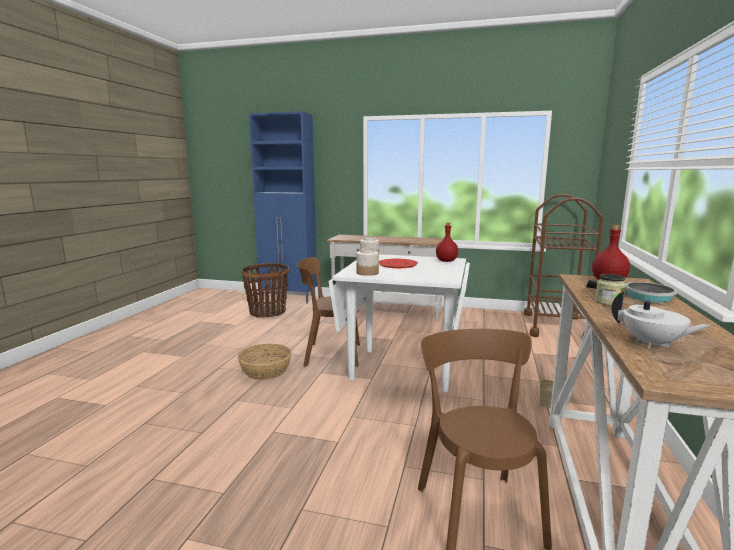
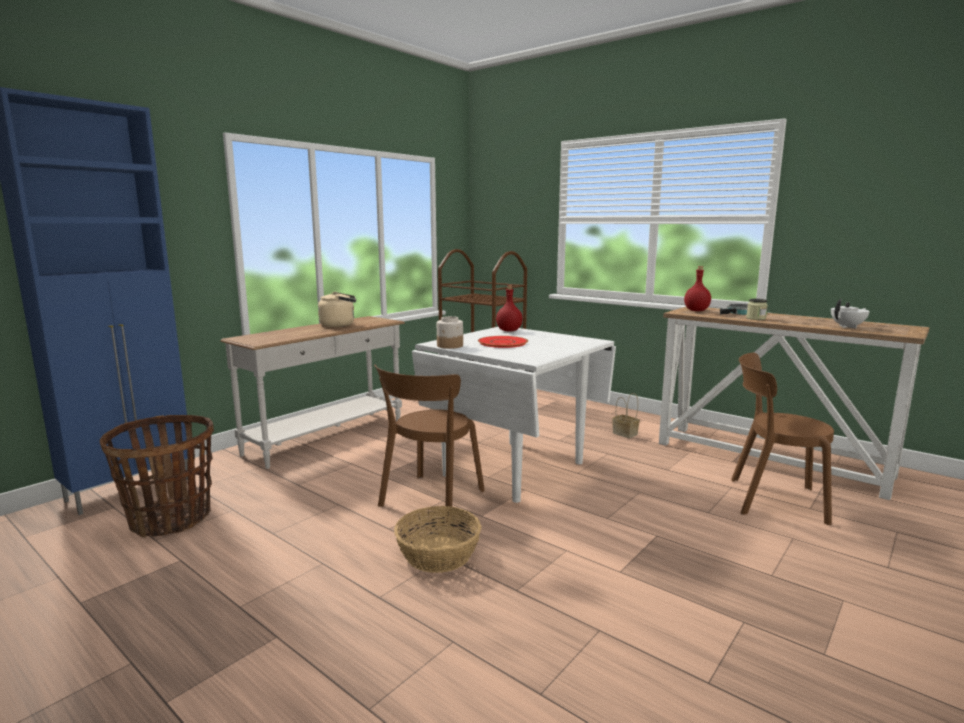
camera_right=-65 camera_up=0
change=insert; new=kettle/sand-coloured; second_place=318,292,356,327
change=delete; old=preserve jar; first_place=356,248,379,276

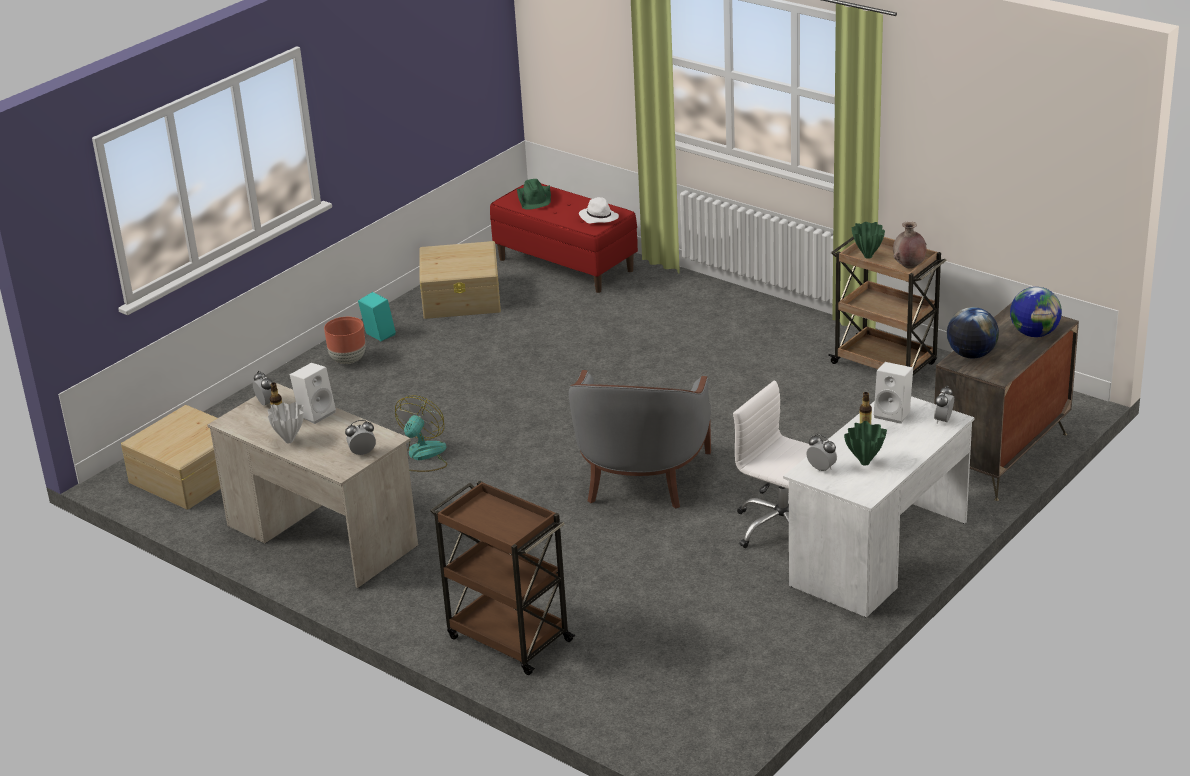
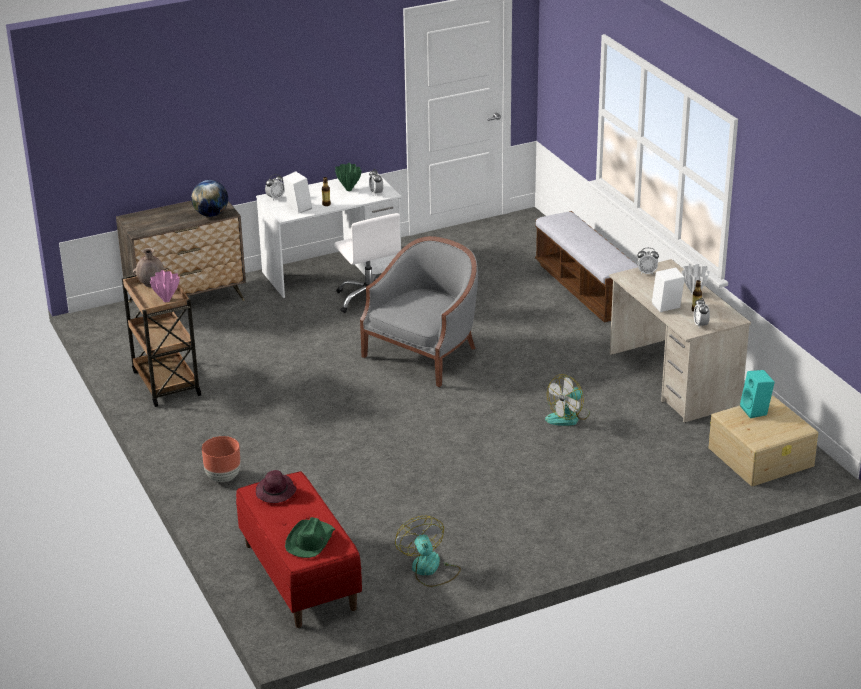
camera_right=-155 camera_up=0
change=recolor; old=decorative vase/green-coloured; new=decorative vase/pink-coloured; first_place=852,222,885,259; second_place=150,270,180,302
change=move; old=planter/brown; first_place=324,317,366,364; second_place=202,436,241,482
change=recolor; old=hat/white; new=hat/purple-coloured; first_place=579,197,619,223; second_place=256,470,296,503
change=replace; old=storage bin/sand-coloured; new=electric fan; first_place=419,241,501,319; second_place=395,516,461,587
change=replace; old=trolley/brown; new=long seat; first_place=430,481,576,675; second_place=535,211,638,322
change=move; old=speaker/blue-green; first_place=358,292,396,341; second_place=740,370,775,418
change=delete; old=desk globe; first_place=1010,287,1062,337

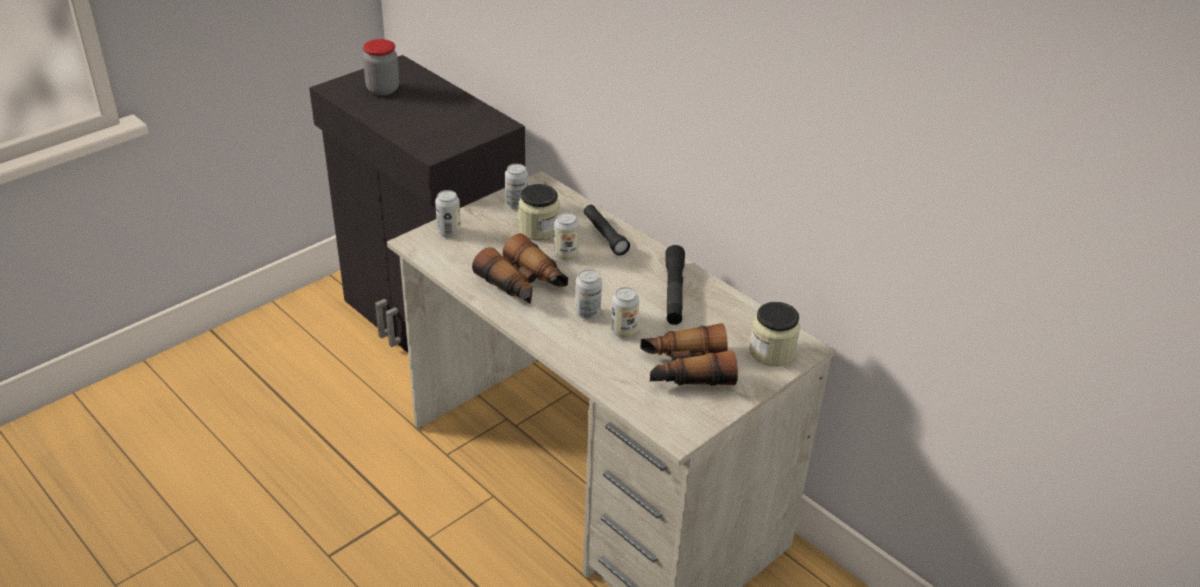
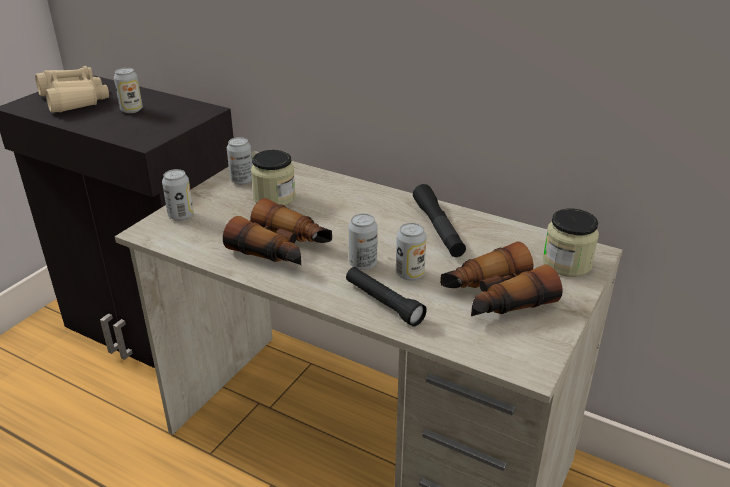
camera_right=-15 camera_up=-5
change=replace; old=preserve jar; new=field glasses/sand-coloured; first_place=363,39,399,96; second_place=35,66,109,112
change=move; old=metal can; first_place=554,213,579,260; second_place=114,68,143,113
change=move; old=hand torch/black-coloured; first_place=584,205,630,256; second_place=346,267,427,327

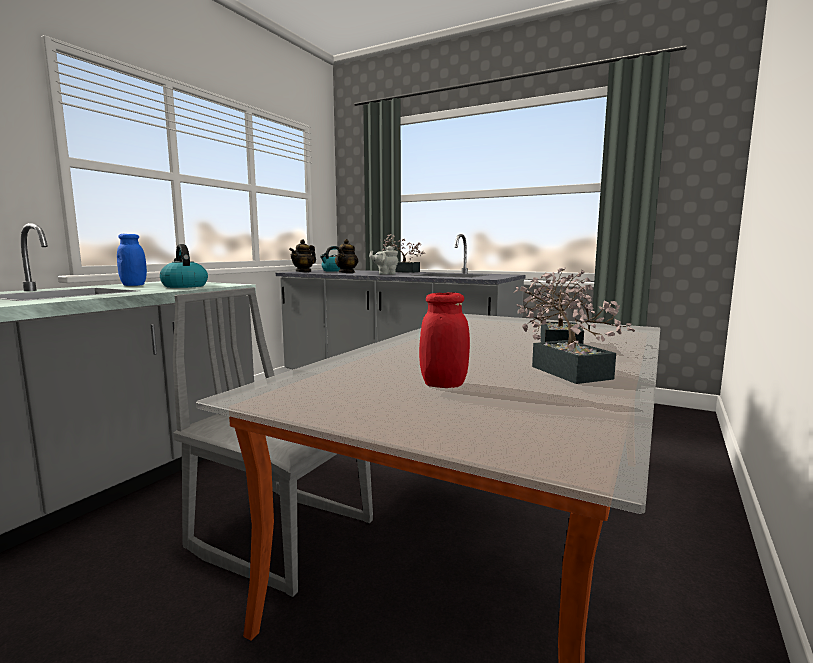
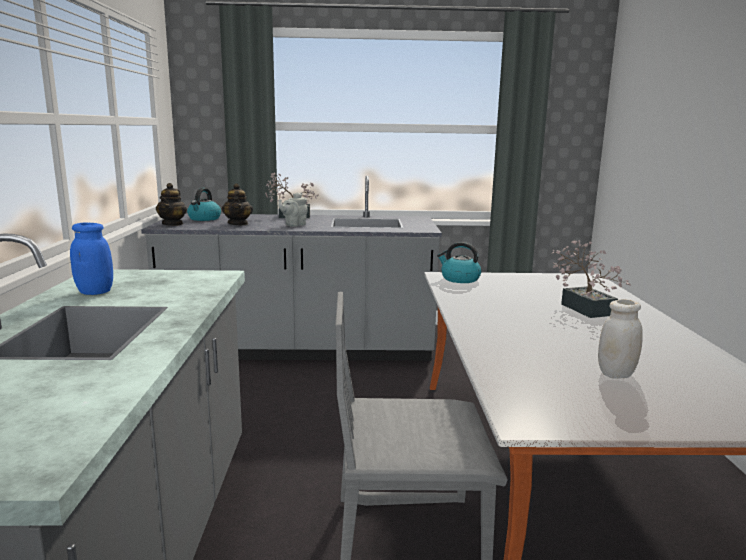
camera_right=-30 camera_up=5
change=move; old=kettle; first_place=160,244,208,288; second_place=437,242,482,283
change=recolor; old=preserve jar/red-coloured; new=preserve jar/white; first_place=419,292,470,388; second_place=598,299,643,379
change=delete; old=plant in a pot; first_place=514,272,635,384

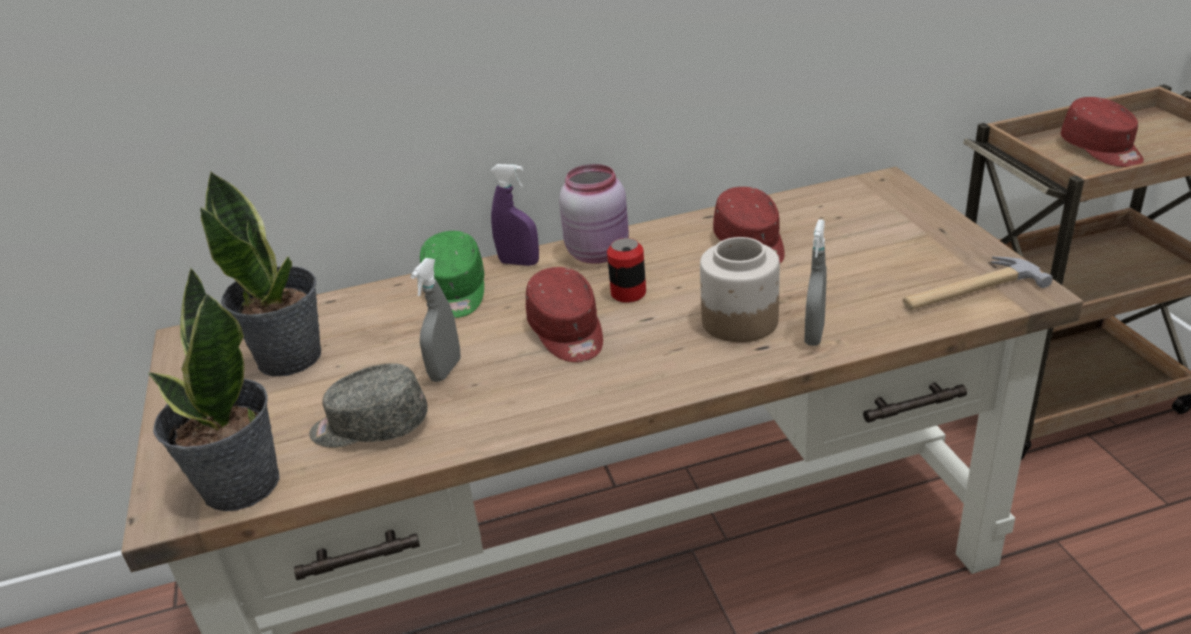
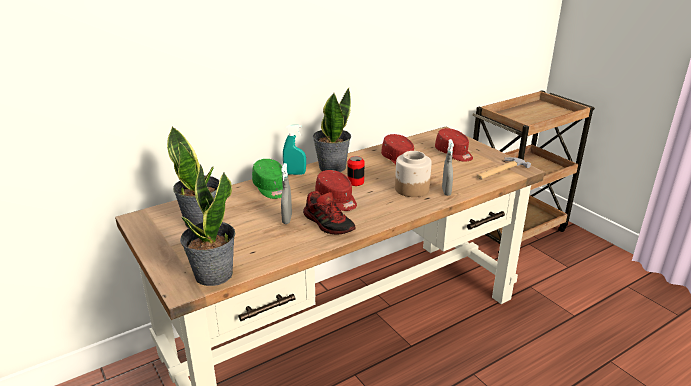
camera_right=-20 camera_up=-5
change=recolor; old=spray bottle/purple-coloured; new=spray bottle/blue-green; first_place=490,164,539,266; second_place=283,125,306,175
change=insert; new=item of footwear; second_place=303,191,356,235
change=replace; old=preserve jar/pink-coloured; new=plant in a pot; first_place=559,164,629,264; second_place=313,88,351,172
change=move; old=baseball cap/red-coloured; first_place=1061,97,1144,167; second_place=435,128,473,162
change=delete; old=baseball cap/grey; first_place=309,363,428,448

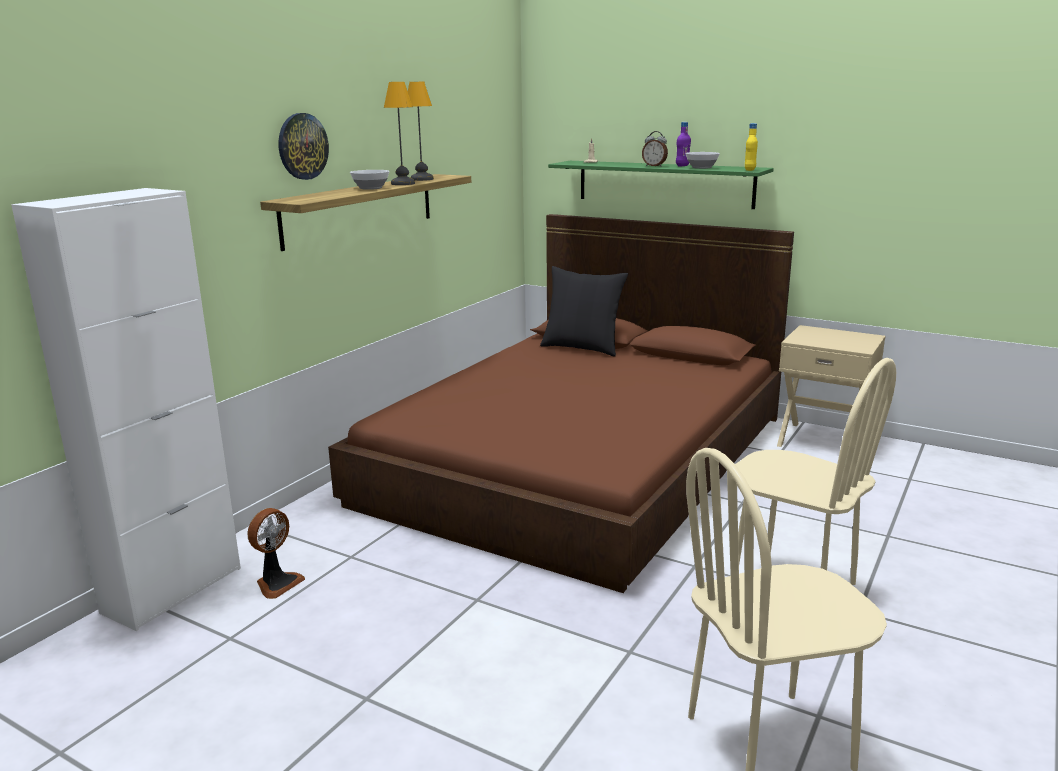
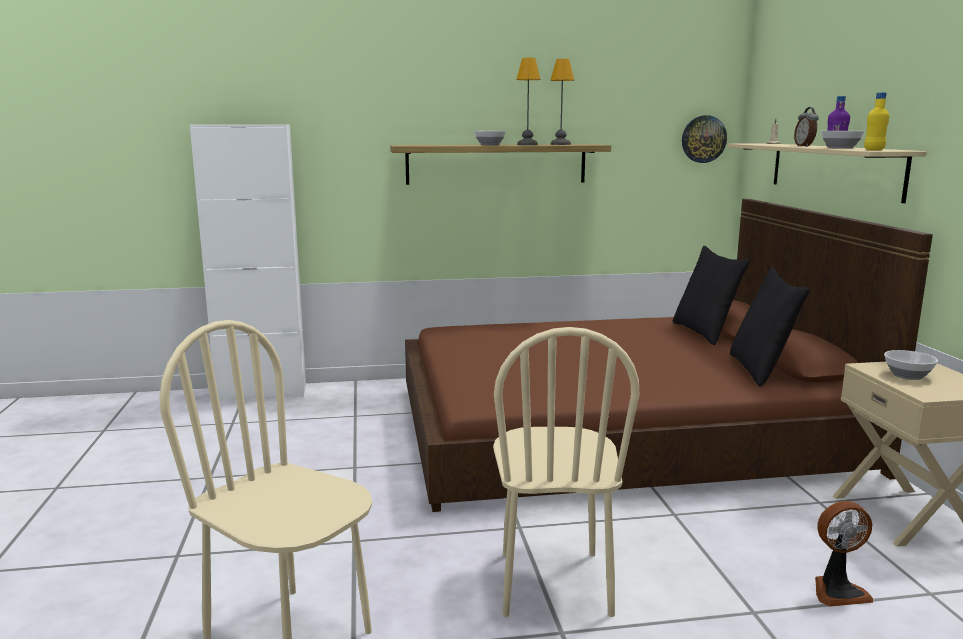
camera_right=50 camera_up=-5
change=move; old=hanging clock; first_place=278,113,329,180; second_place=682,115,727,163
change=recolor; old=shelf/green-coloured; new=shelf/sand-coloured; first_place=548,161,774,209; second_place=728,143,927,203
change=insert; new=pillow/black-coloured; second_place=730,268,810,387
change=move; old=electric fan; first_place=247,508,305,599; second_place=815,501,873,607
change=insert; new=bowl; second_place=884,350,938,380

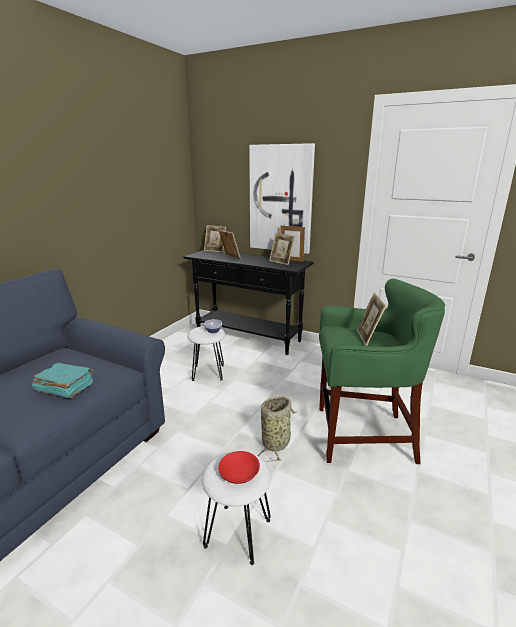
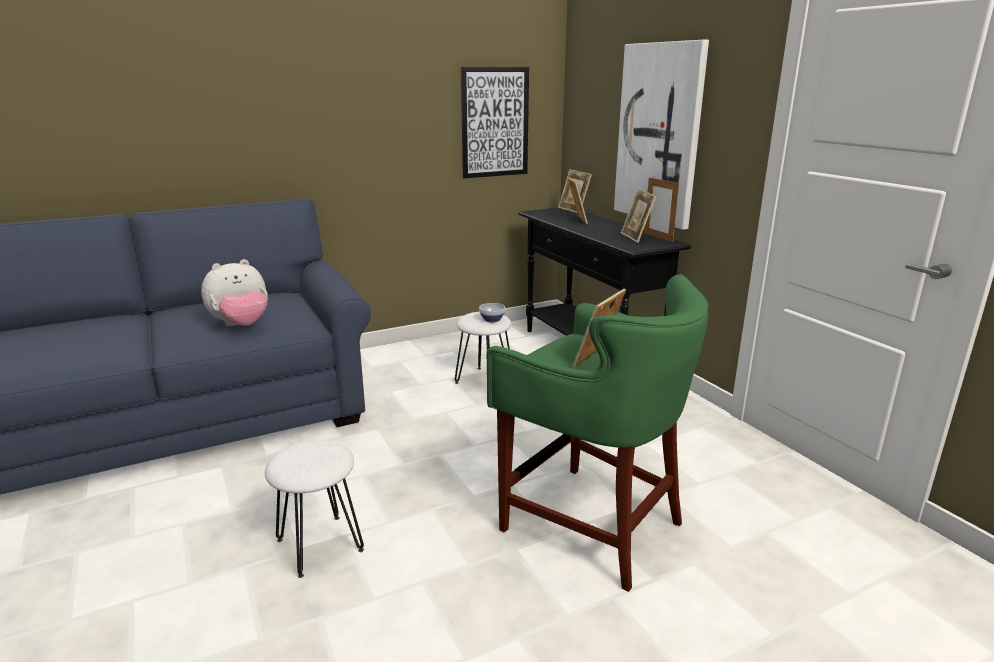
camera_right=35 camera_up=0
change=replace; old=bound book/blue-green; new=soft toy; first_place=32,363,94,398; second_place=201,259,268,326
change=insert; new=picture; second_place=461,67,529,178
change=delete; old=bowl/red-coloured; first_place=218,451,260,484
change=delete; old=storage basket; first_place=258,396,296,462

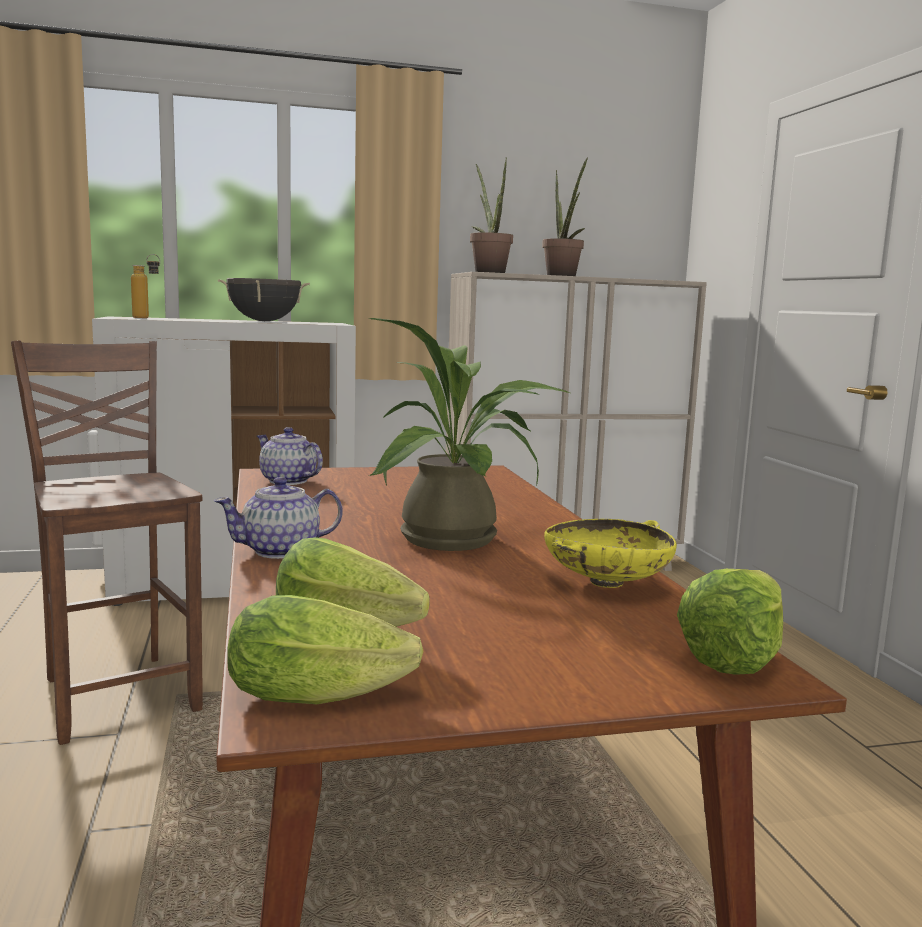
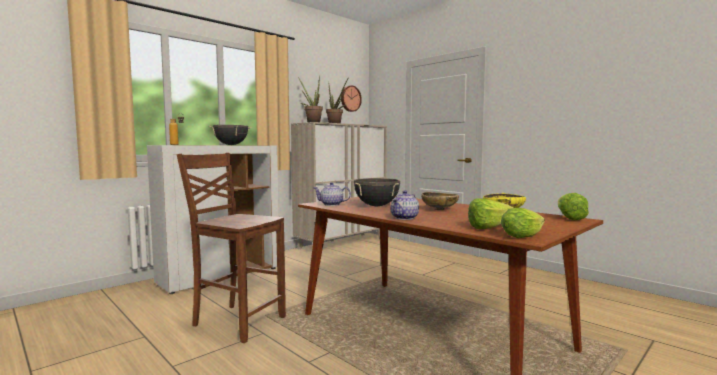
camera_right=-30 camera_up=-5
change=insert; new=hanging clock; second_place=341,85,362,112
change=insert; new=saucepot/black-coloured; second_place=354,178,400,206
change=replace; old=plant in a pot; new=bowl/sand-coloured; first_place=368,318,570,551; second_place=421,192,459,210

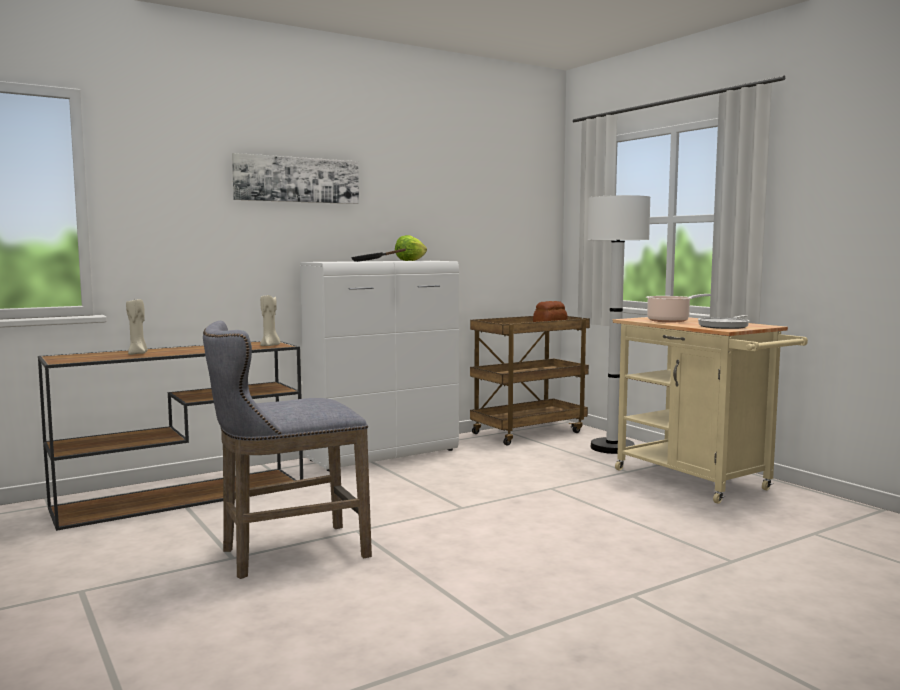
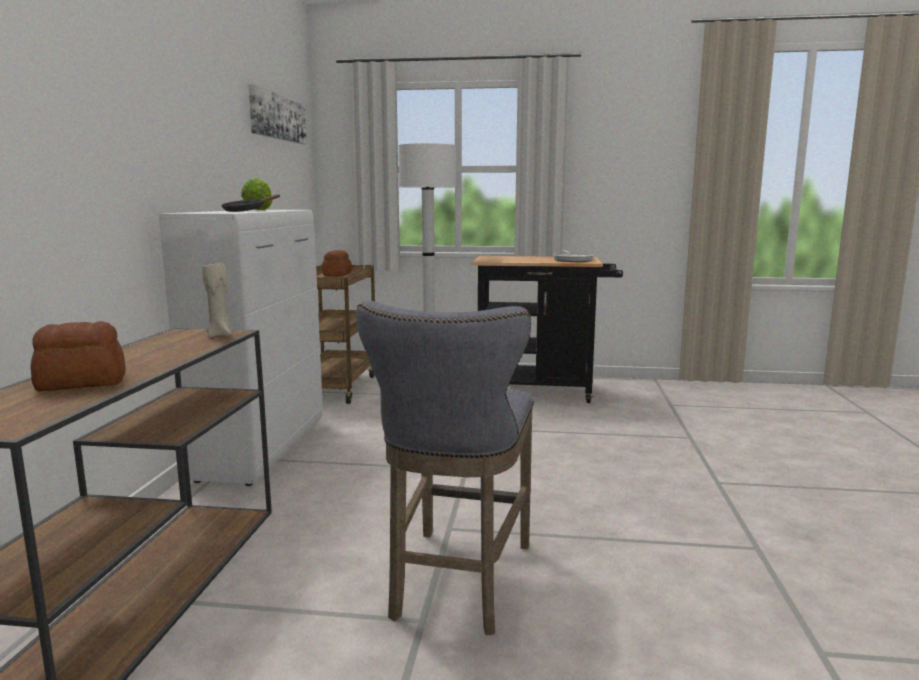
camera_right=-50 camera_up=5
change=replace; old=candle/sand-coloured; new=bread; first_place=126,299,148,355; second_place=31,321,126,392
change=move; old=picture; first_place=232,153,359,204; second_place=248,84,307,144
change=recolor; old=trolley/sand-coloured; new=trolley/black-coloured; first_place=613,317,808,504; second_place=471,256,623,403
change=delete; old=saucepot; first_place=646,294,711,322

